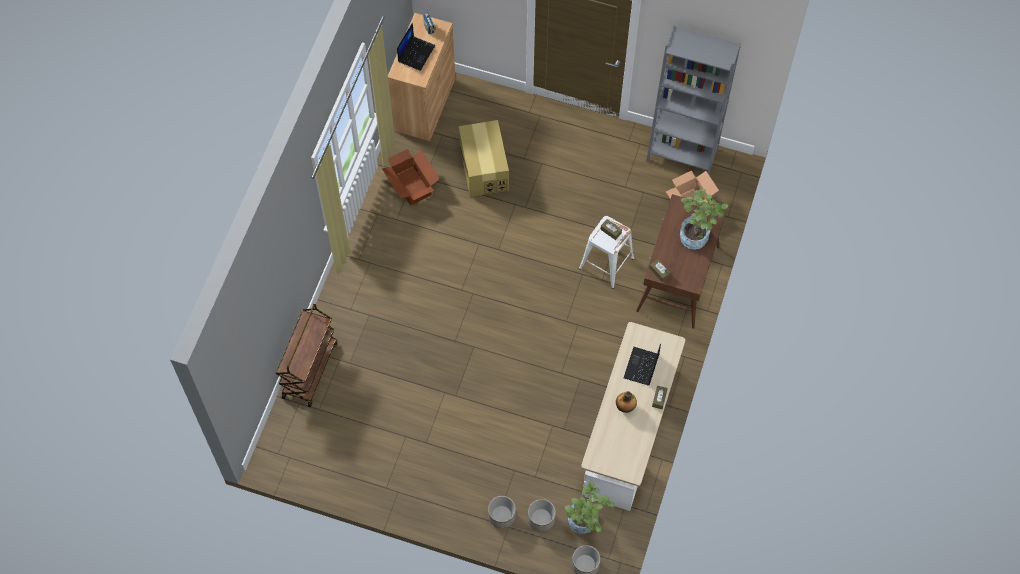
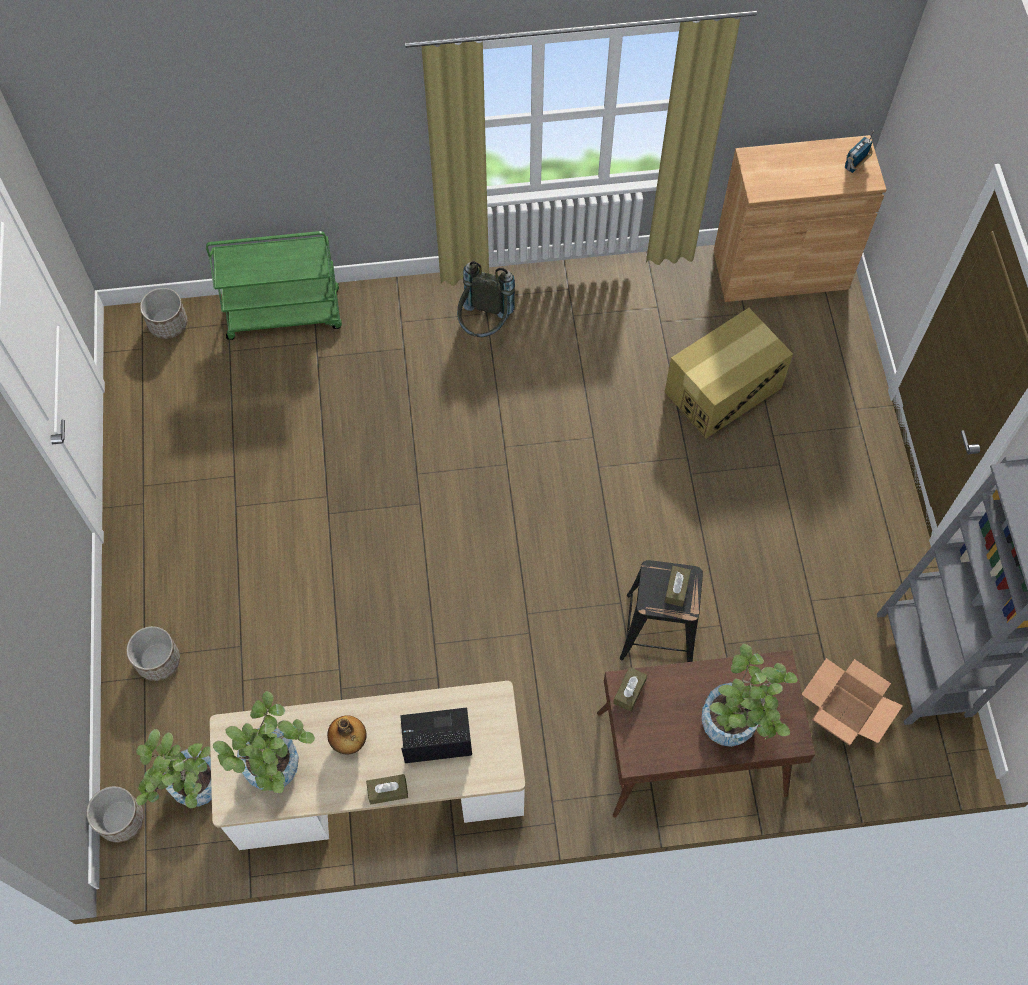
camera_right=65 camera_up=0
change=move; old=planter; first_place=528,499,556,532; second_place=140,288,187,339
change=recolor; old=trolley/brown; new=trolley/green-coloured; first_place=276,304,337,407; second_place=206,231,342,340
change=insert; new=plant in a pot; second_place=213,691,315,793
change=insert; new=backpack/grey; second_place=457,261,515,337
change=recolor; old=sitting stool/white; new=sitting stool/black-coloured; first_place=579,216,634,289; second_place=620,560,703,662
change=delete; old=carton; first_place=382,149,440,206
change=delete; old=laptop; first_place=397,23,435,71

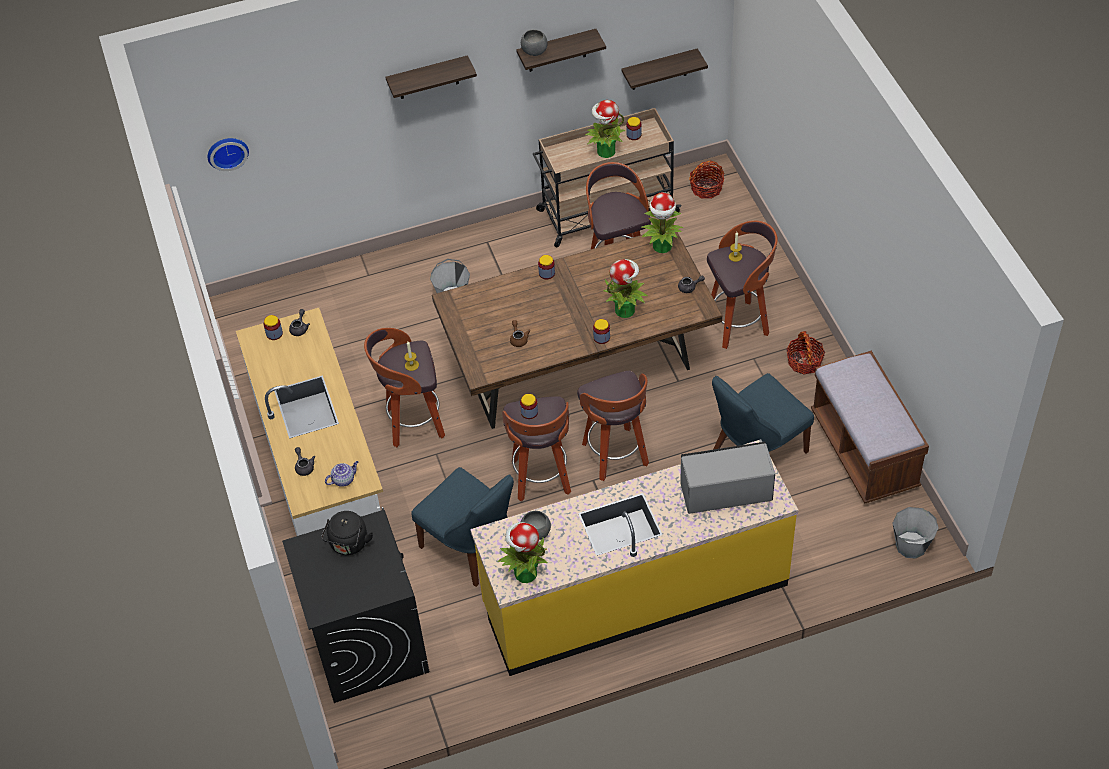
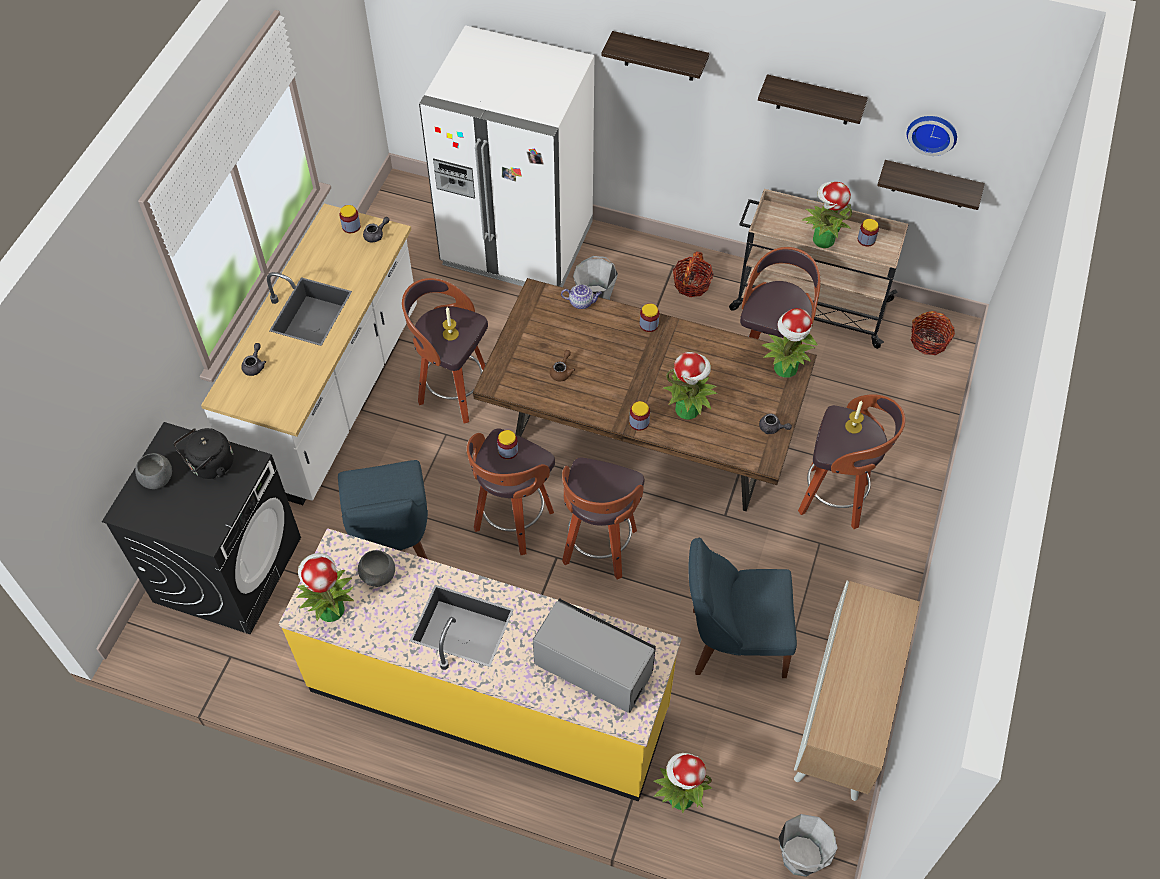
camera_right=35 camera_up=5
change=move; old=bowl/grey; first_place=521,30,547,56; second_place=135,453,172,489
change=insert; new=fridge/white; second_place=419,25,594,287
change=move; old=tea pot; first_place=325,461,358,487; second_place=561,284,602,309
change=insert; new=plant in a pot; second_place=654,753,712,813
change=move; old=storage basket; first_place=786,331,825,374; second_place=673,251,714,297
change=replace; old=long seat/brown; new=cabinet; first_place=811,351,929,504; second_place=794,581,920,801
change=move; old=hanging clock; first_place=208,138,249,171; second_place=907,116,957,156

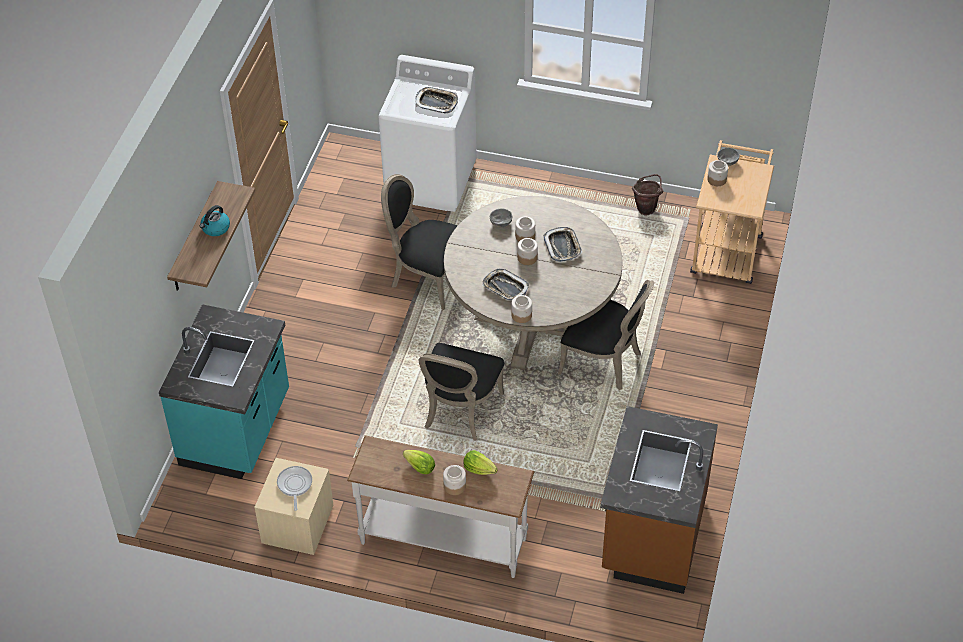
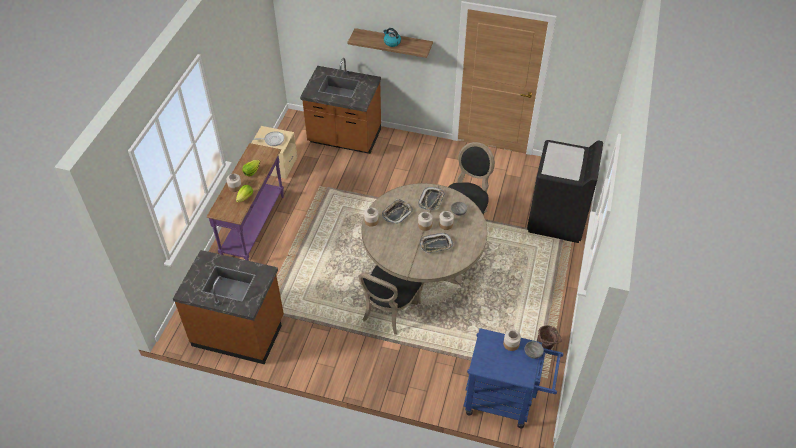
camera_right=90 camera_up=0
change=recolor; old=console table/white; new=console table/purple-coloured; first_place=347,435,535,578; second_place=207,143,284,261
change=recolor; old=kitchen counter/blue-green; new=kitchen counter/brown; first_place=159,304,289,479; second_place=300,58,381,154
change=move; old=tray; first_place=415,87,458,113; second_place=418,187,445,210
change=recolor; old=trolley/sand-coloured; new=trolley/bluish; first_place=690,140,774,284; second_place=463,328,563,428
change=recolor; old=laundry appliance/white; new=laundry appliance/black-coloured; first_place=379,55,477,212; second_place=527,140,603,243
change=delete; old=plain chair/black-coloured; first_place=419,343,504,441

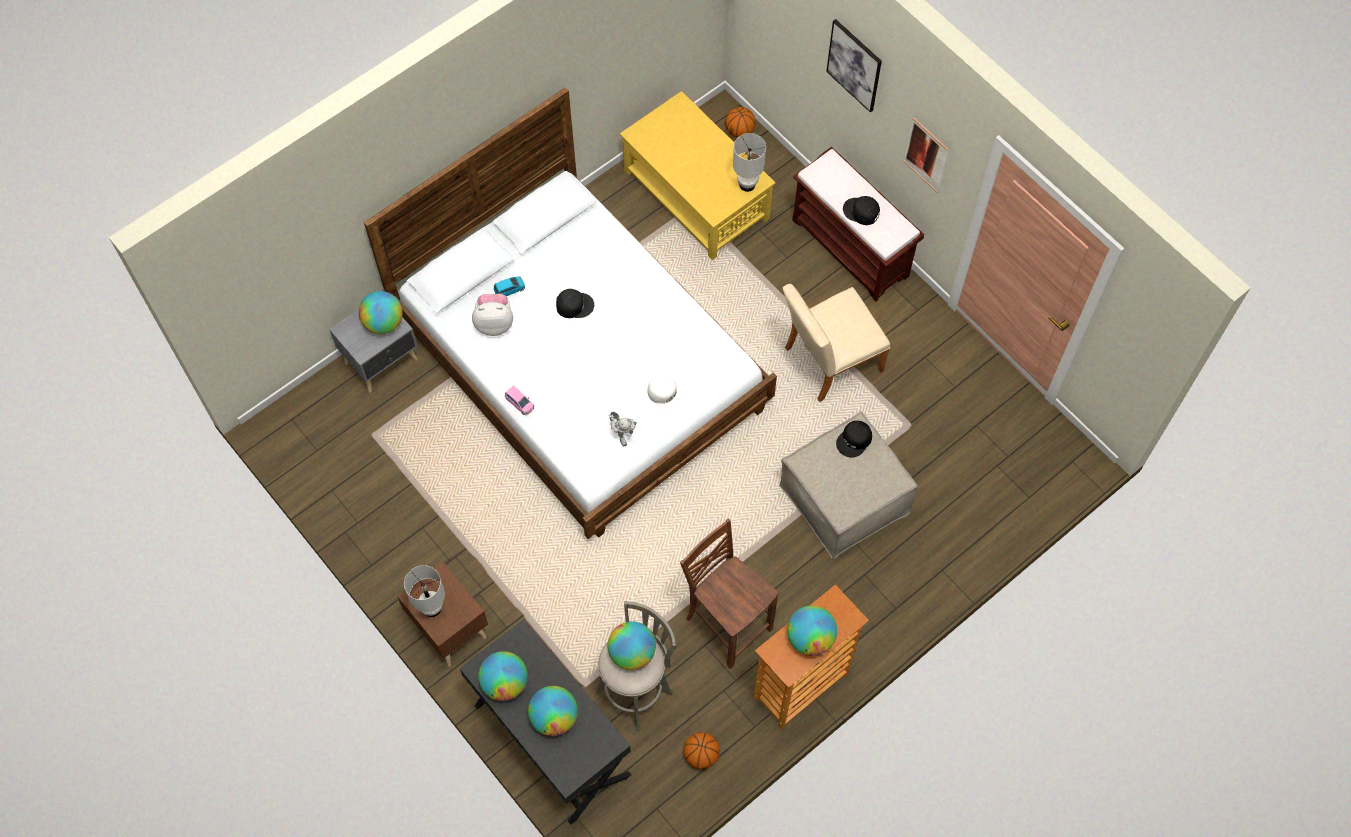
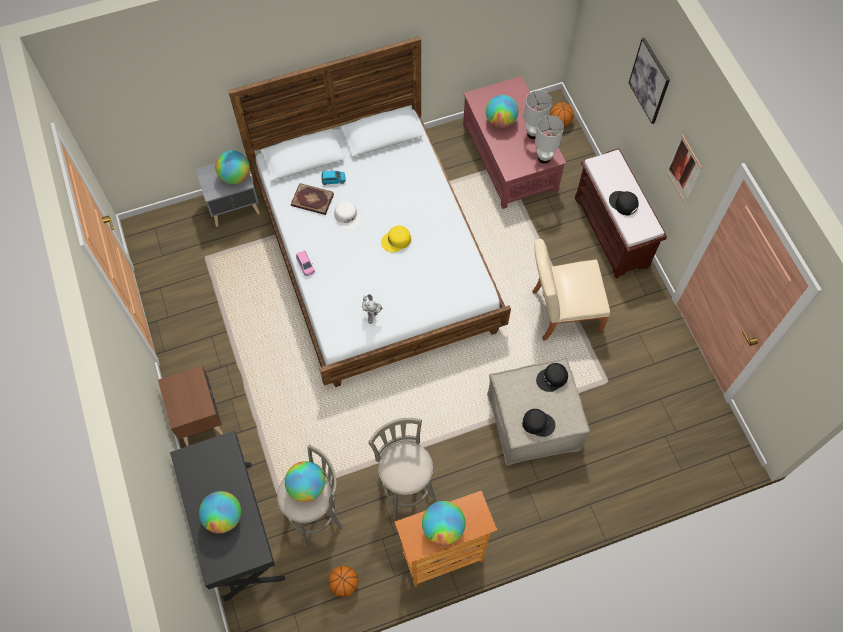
camera_right=20 camera_up=0
change=replace; old=soft toy; new=bound book; first_place=472,294,513,336; second_place=291,183,334,215
change=move; old=baseball cap/white; first_place=647,375,685,410; second_place=334,201,361,230
change=replace; old=plain chair/brown; new=sitting stool/grey; first_place=680,518,779,669; second_place=368,418,437,519
change=insert; new=baseball cap/yellow; second_place=381,226,411,252
change=recolor; old=lounge table/yellow; new=lounge table/red-coloured; first_place=620,91,775,260; second_place=463,76,567,209
change=move; old=desk globe; first_place=478,651,528,701; second_place=486,95,518,128
change=move; old=baseball cap/black-coloured; first_place=556,289,594,318; second_place=522,409,555,437
change=move; old=table lamp/white; first_place=404,565,445,617; second_place=524,90,552,139

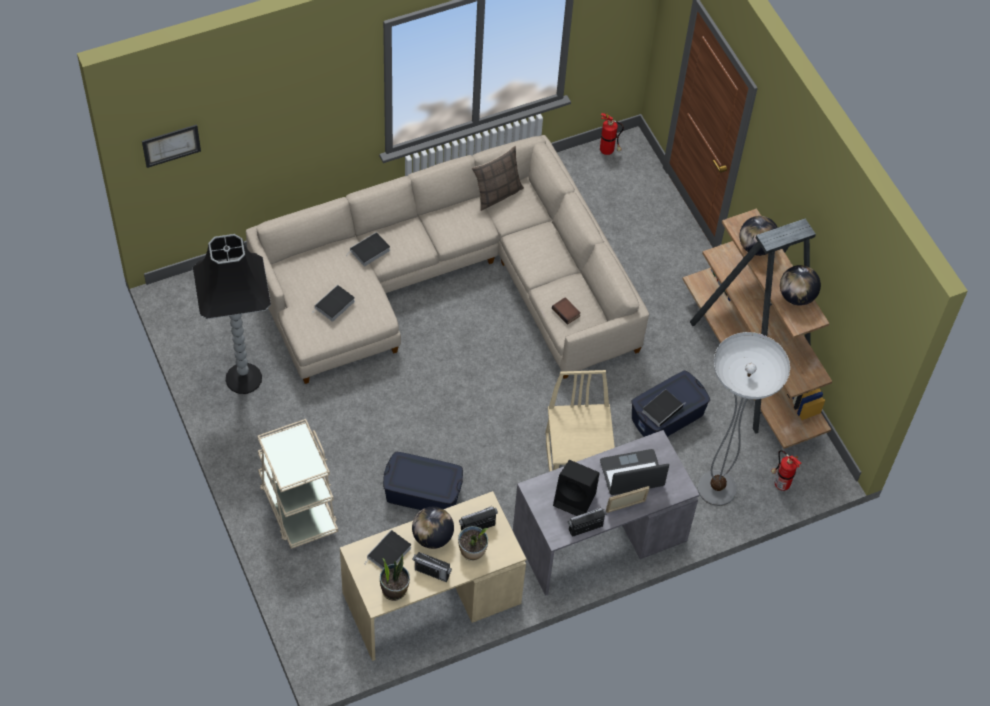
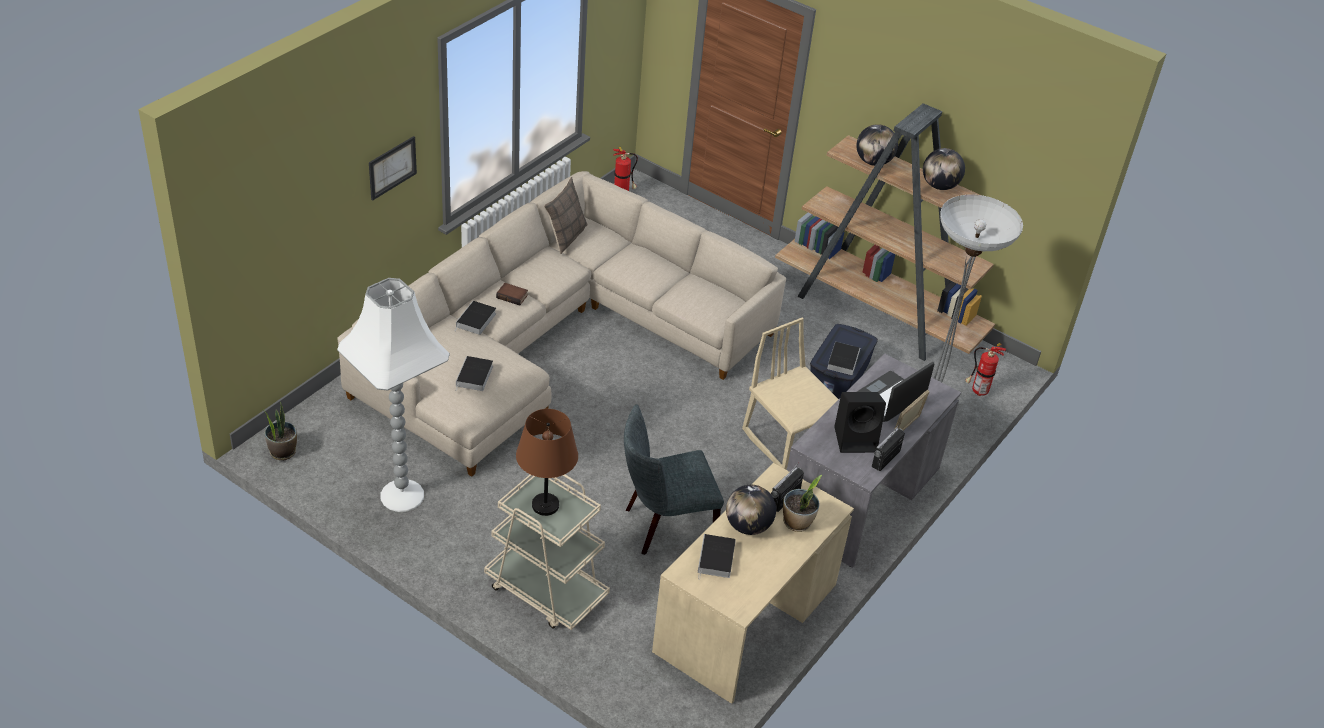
camera_right=-30 camera_up=-15
change=move; old=plant in a pot; first_place=380,554,410,601; second_place=264,401,297,460
change=recolor; old=standard lamp/black-coloured; new=standard lamp/white; first_place=193,234,271,394; second_place=337,278,450,512
change=move; old=picture; first_place=142,124,201,168; second_place=369,136,417,200
change=move; old=bound book; first_place=552,297,581,325; second_place=496,283,528,306
change=insert; new=table lamp/brown; second_place=516,409,578,516
change=replace; old=storage bin/bluish; new=plain chair/grey; first_place=383,452,463,510; second_place=624,404,724,555
change=delete; old=radio; first_place=413,552,452,582

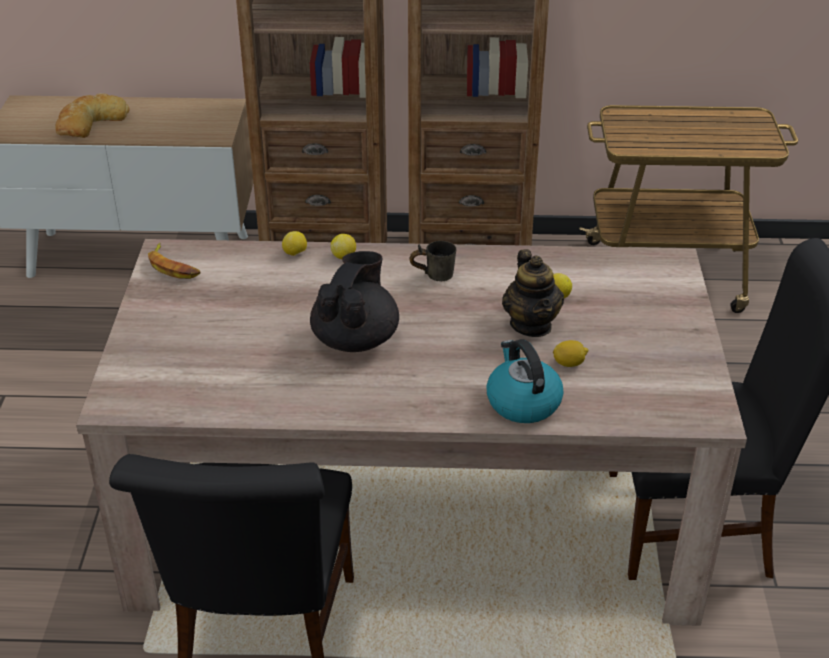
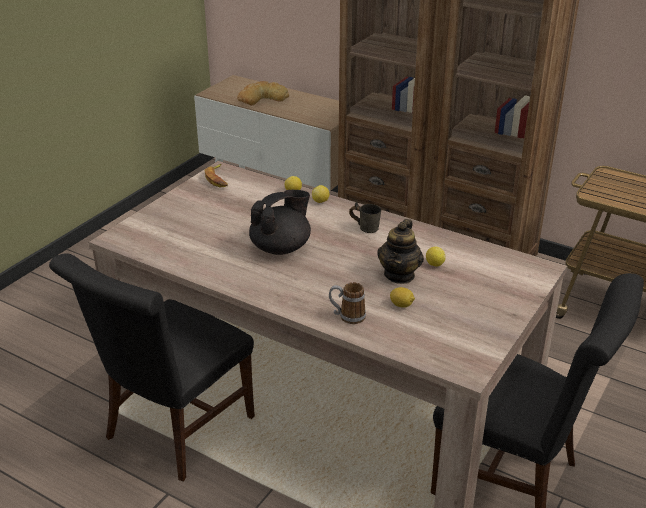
camera_right=30 camera_up=-5
change=replace; old=kettle; new=tea mug; first_place=487,339,564,423; second_place=329,282,366,324

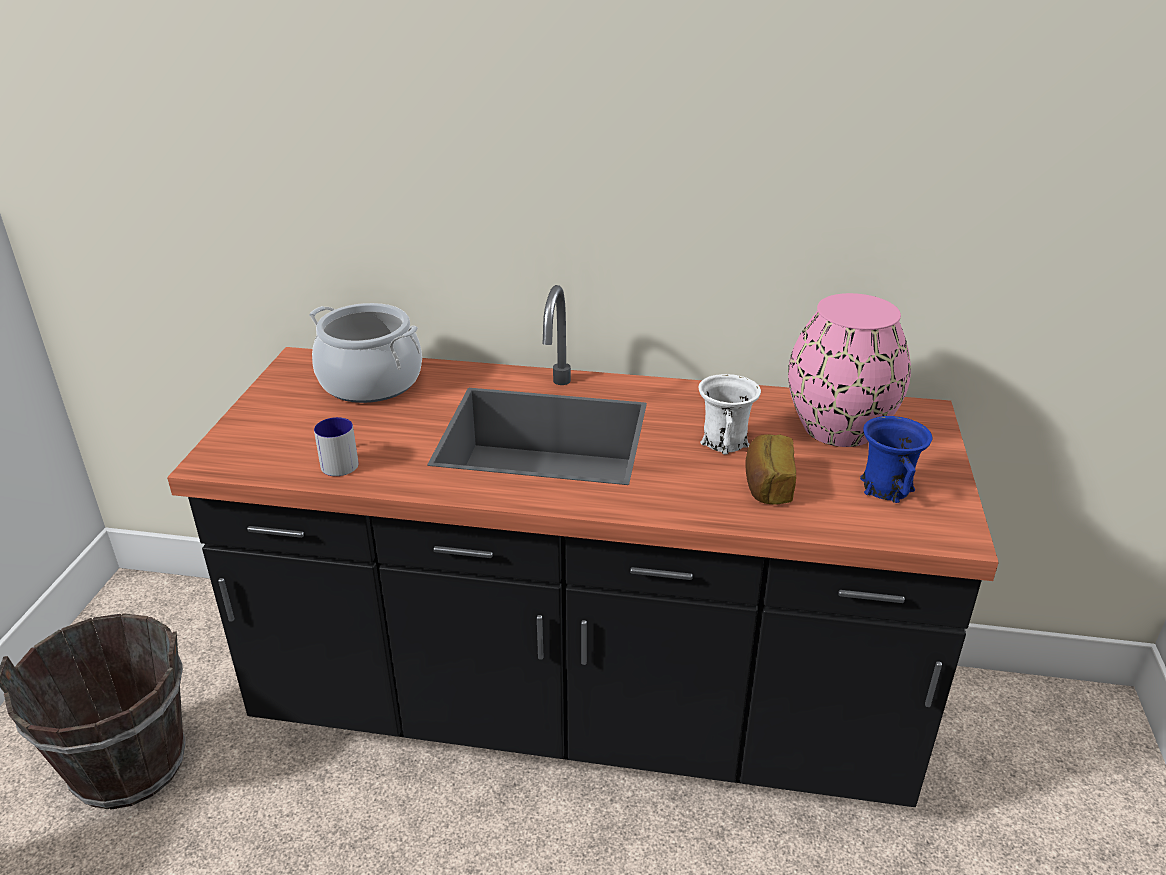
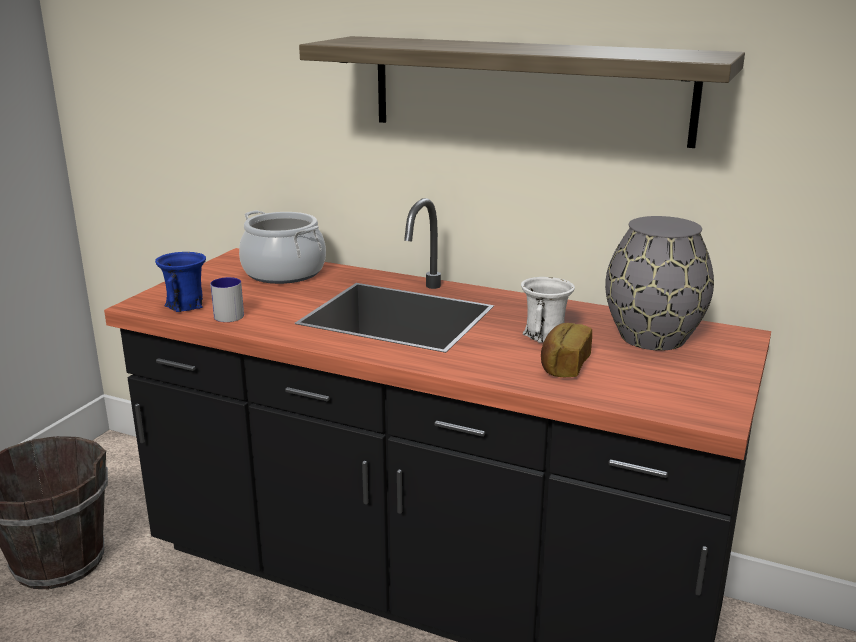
camera_right=15 camera_up=-10
change=move; old=tea mug/bluish; first_place=860,416,932,503; second_place=155,252,206,312
change=insert; new=shelf; second_place=299,36,745,148
change=recolor; old=decorative vase/pink-coloured; new=decorative vase/grey; first_place=788,293,911,447; second_place=605,216,714,351

